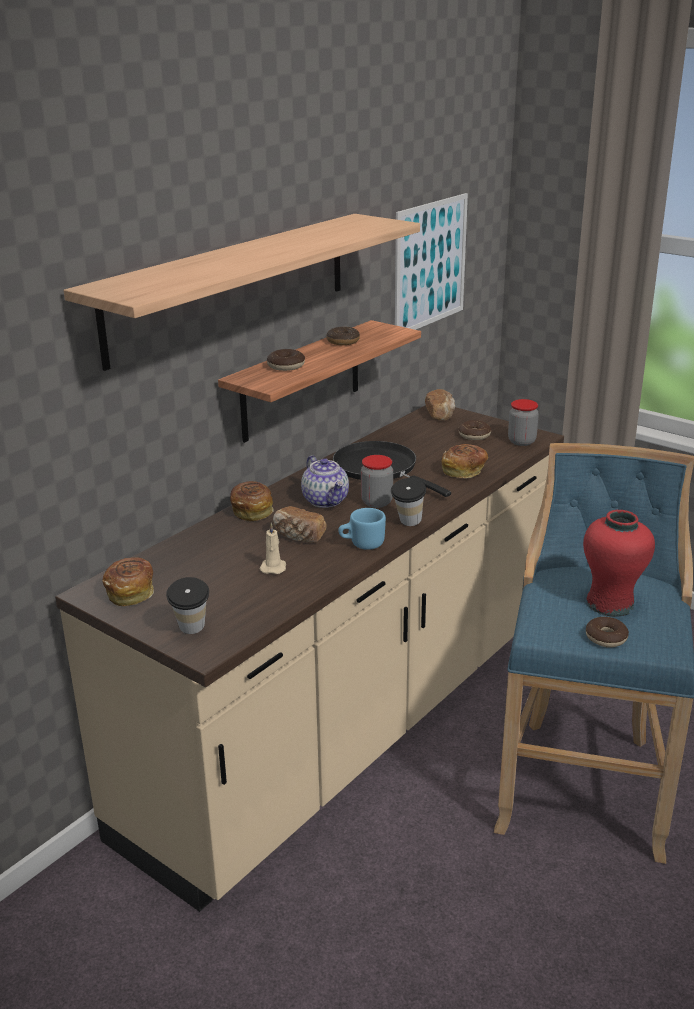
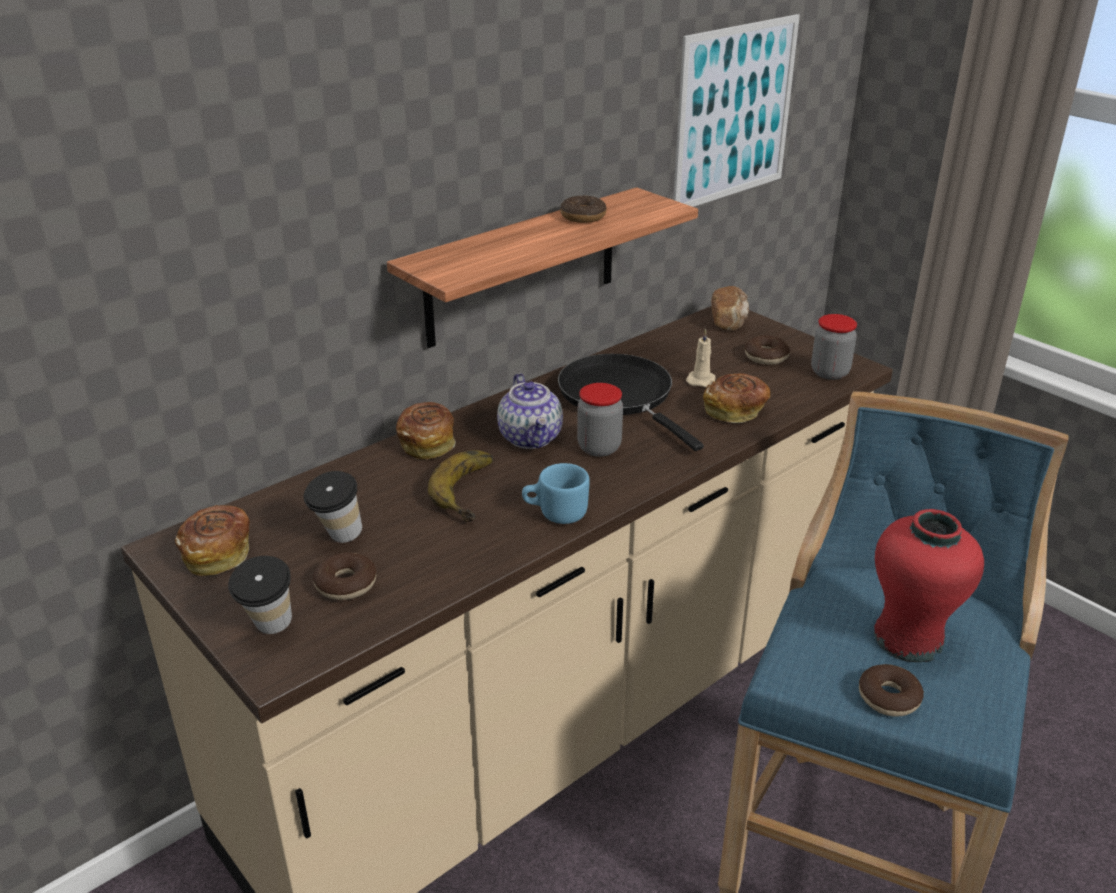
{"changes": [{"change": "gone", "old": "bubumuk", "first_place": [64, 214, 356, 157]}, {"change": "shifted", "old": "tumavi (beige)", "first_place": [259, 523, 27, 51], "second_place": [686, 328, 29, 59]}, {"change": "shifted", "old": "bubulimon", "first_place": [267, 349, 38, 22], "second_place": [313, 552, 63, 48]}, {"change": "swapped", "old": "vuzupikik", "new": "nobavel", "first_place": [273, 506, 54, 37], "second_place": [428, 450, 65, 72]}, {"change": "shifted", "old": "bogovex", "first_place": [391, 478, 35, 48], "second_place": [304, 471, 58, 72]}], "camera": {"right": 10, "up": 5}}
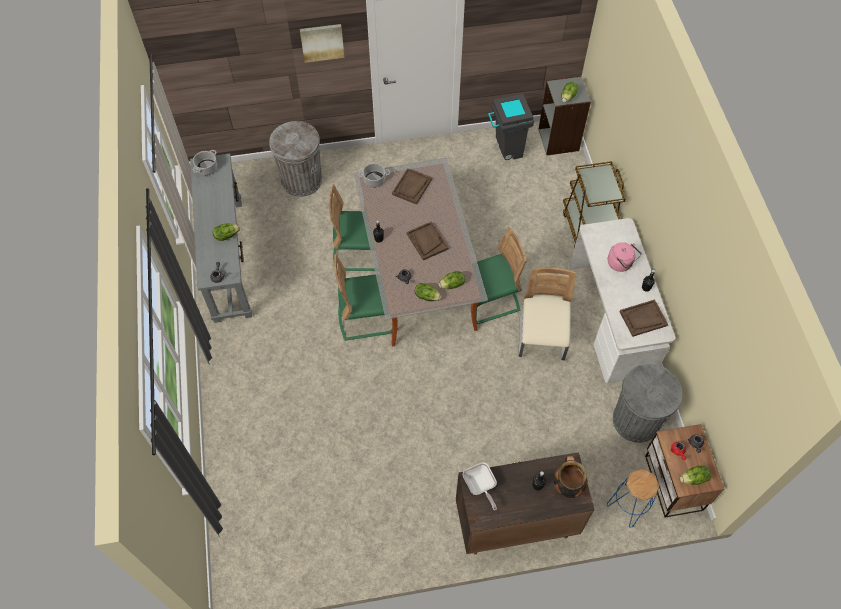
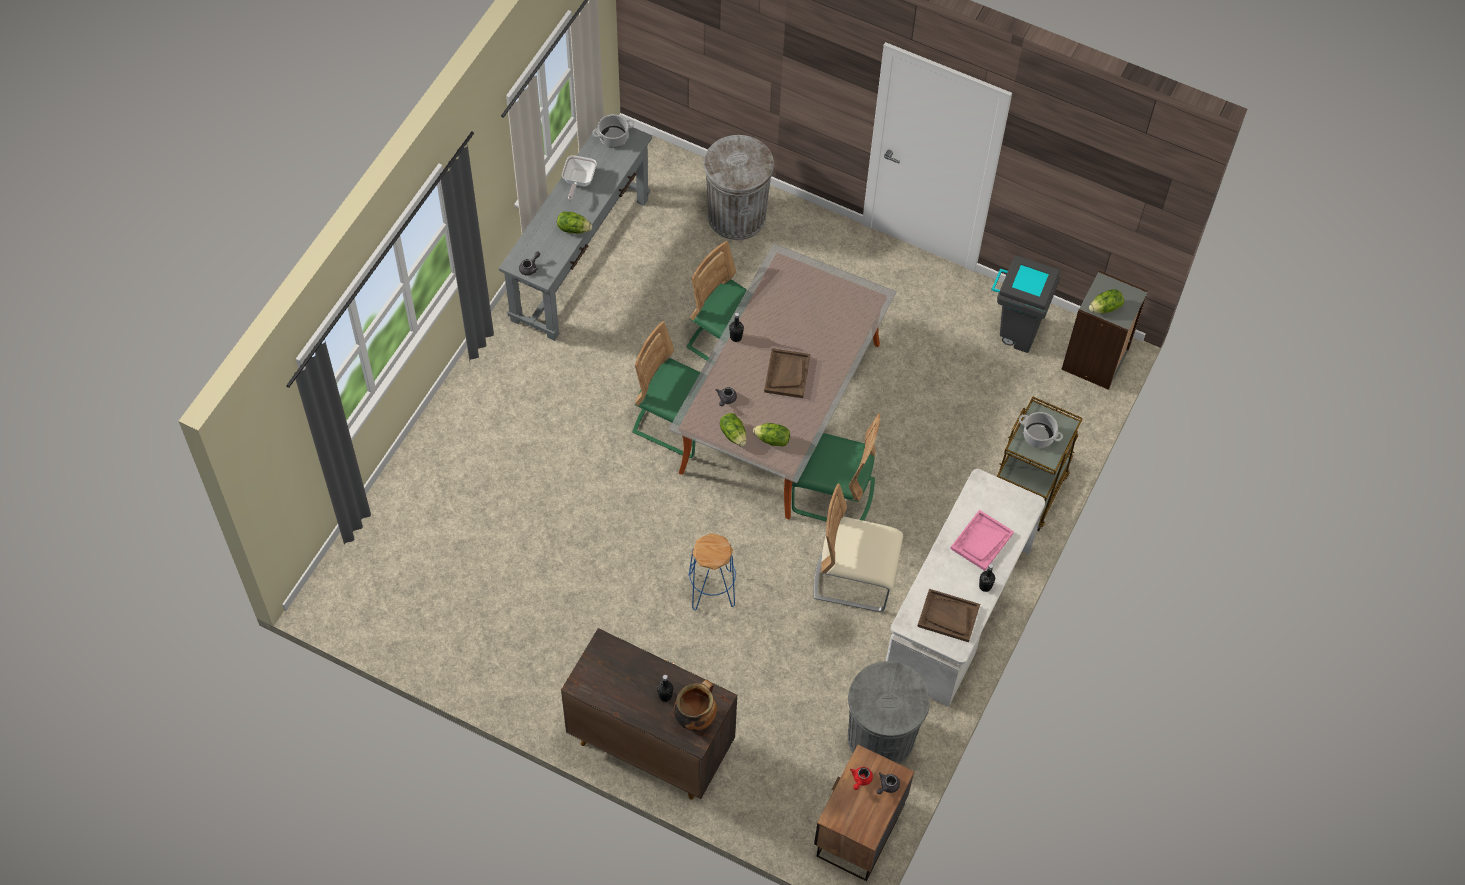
{"changes": [{"change": "gone", "old": "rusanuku", "first_place": [300, 24, 45, 39]}, {"change": "shifted", "old": "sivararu", "first_place": [358, 163, 32, 24], "second_place": [1019, 412, 44, 36]}, {"change": "gone", "old": "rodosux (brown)", "first_place": [392, 168, 40, 37]}, {"change": "shifted", "old": "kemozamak", "first_place": [463, 462, 34, 49], "second_place": [562, 155, 35, 46]}, {"change": "rotated", "old": "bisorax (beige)", "first_place": [519, 268, 57, 92], "second_place": [814, 484, 89, 128], "degrees": -120}, {"change": "shifted", "old": "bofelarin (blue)", "first_place": [607, 469, 52, 59], "second_place": [689, 533, 47, 77]}, {"change": "swapped", "old": "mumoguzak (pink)", "new": "rodosux (pink)", "first_place": [608, 242, 34, 30], "second_place": [950, 510, 64, 61]}, {"change": "gone", "old": "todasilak", "first_place": [680, 466, 31, 19]}], "camera": {"right": 35, "up": 0}}
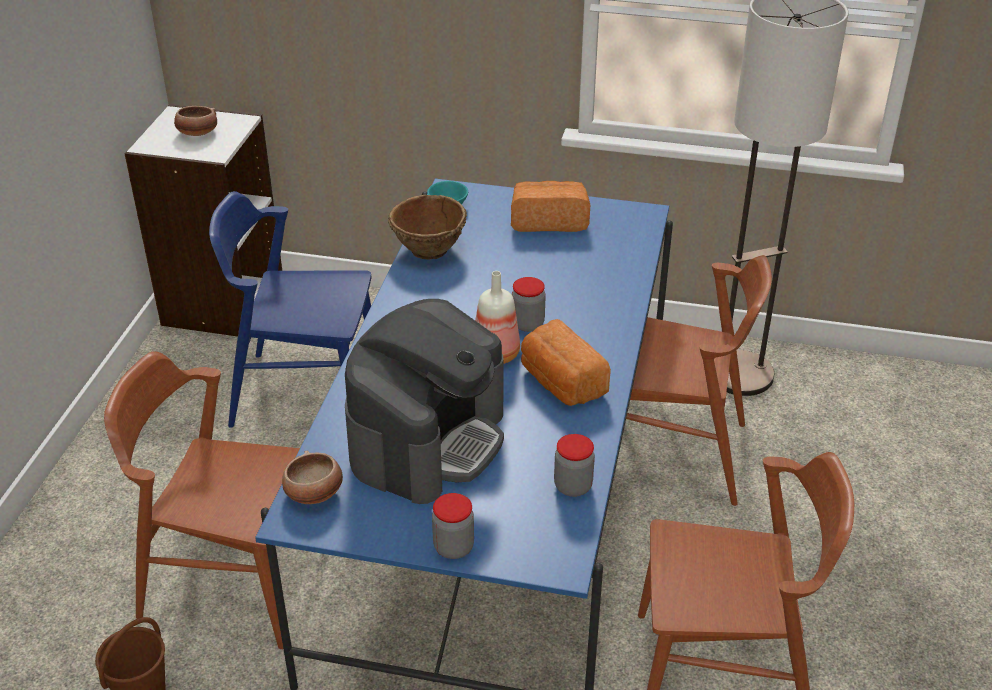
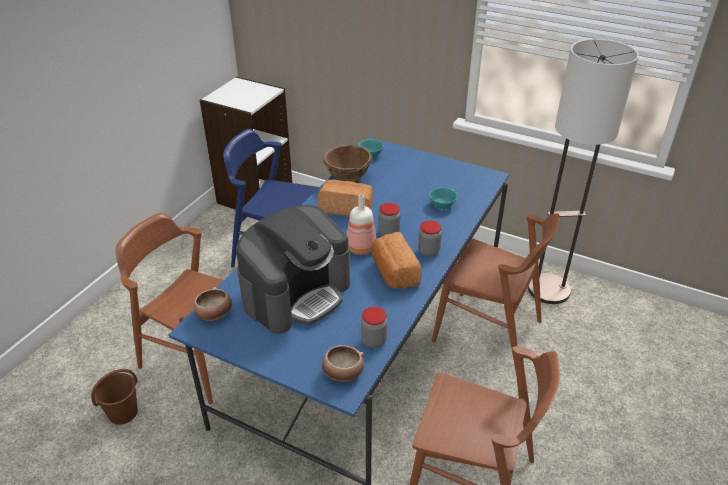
{"changes": [{"change": "shifted", "old": "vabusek", "first_place": [174, 106, 43, 30], "second_place": [322, 345, 42, 36]}, {"change": "shifted", "old": "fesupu", "first_place": [432, 493, 42, 66], "second_place": [418, 221, 24, 36]}, {"change": "shifted", "old": "vuzupikik", "first_place": [511, 181, 79, 51], "second_place": [317, 179, 56, 37]}, {"change": "new", "new": "bogovex (turquoise)", "second_place": [429, 187, 29, 23]}], "camera": {"right": 15, "up": 0}}
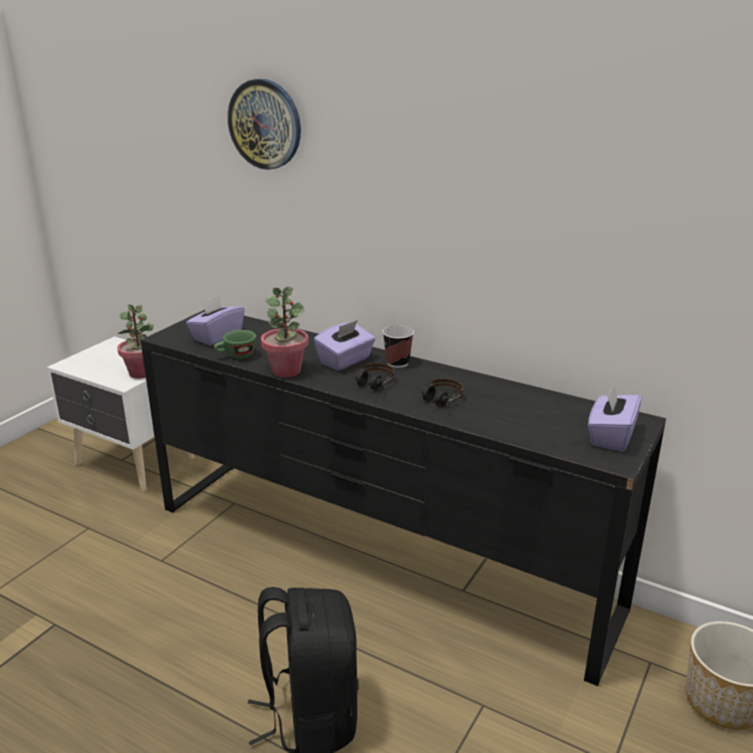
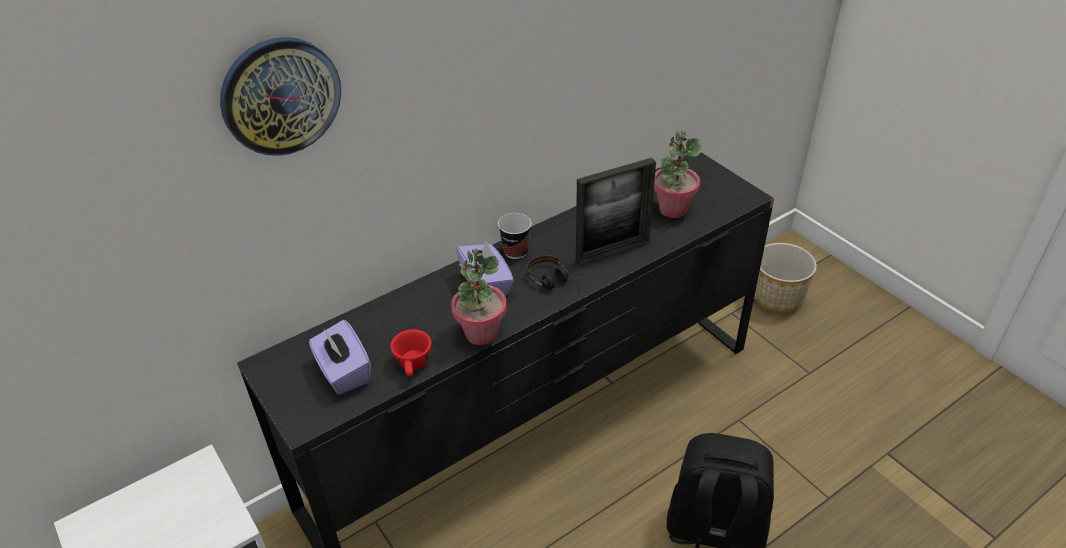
{"changes": [{"change": "shifted", "old": "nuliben", "first_place": [117, 305, 37, 74], "second_place": [654, 130, 48, 88]}, {"change": "repainted", "old": "bogovex (green)", "new": "bogovex (red)", "first_place": [214, 330, 42, 29], "second_place": [390, 329, 42, 47]}, {"change": "swapped", "old": "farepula", "new": "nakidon", "first_place": [422, 378, 42, 29], "second_place": [576, 158, 80, 108]}, {"change": "gone", "old": "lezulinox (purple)", "first_place": [588, 384, 53, 68]}], "camera": {"right": -65, "up": 15}}
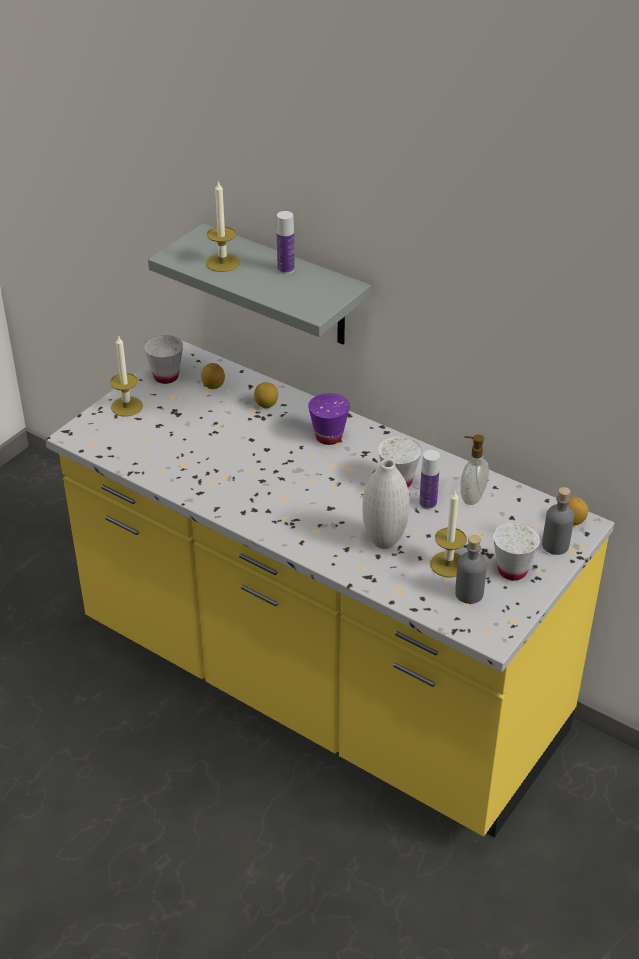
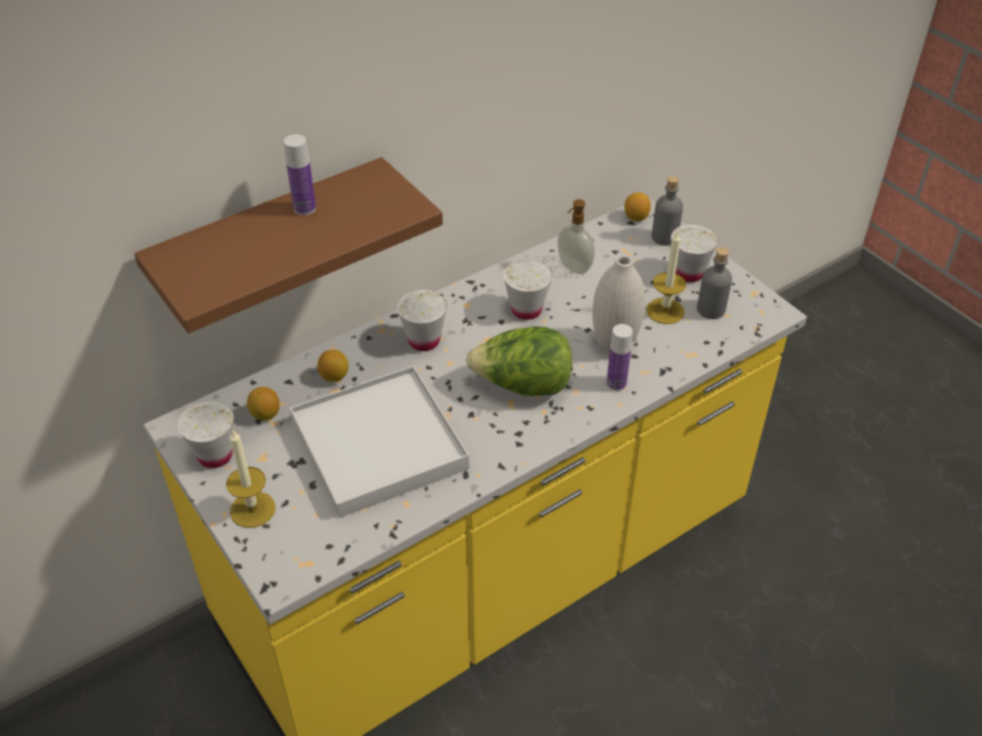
{"changes": [{"change": "repainted", "old": "bubumuk (grey)", "new": "bubumuk (brown)", "first_place": [148, 223, 223, 121], "second_place": [134, 157, 309, 176]}, {"change": "gone", "old": "tumavi", "first_place": [206, 180, 34, 92]}, {"change": "repainted", "old": "bogovex (purple)", "new": "bogovex (white)", "first_place": [308, 393, 42, 52], "second_place": [397, 290, 50, 61]}, {"change": "shifted", "old": "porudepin", "first_place": [419, 450, 21, 60], "second_place": [607, 324, 26, 67]}, {"change": "new", "new": "rodosux (white)", "second_place": [290, 365, 179, 153]}, {"change": "new", "new": "todasilak", "second_place": [466, 326, 106, 70]}], "camera": {"right": -70, "up": 5}}
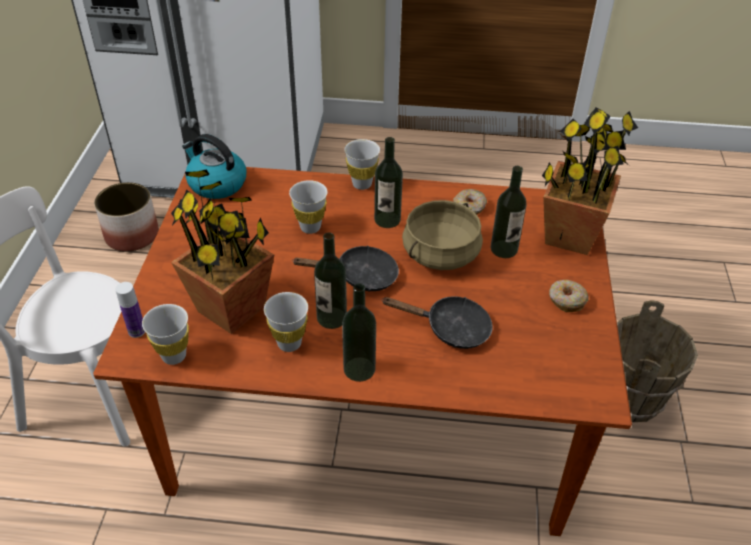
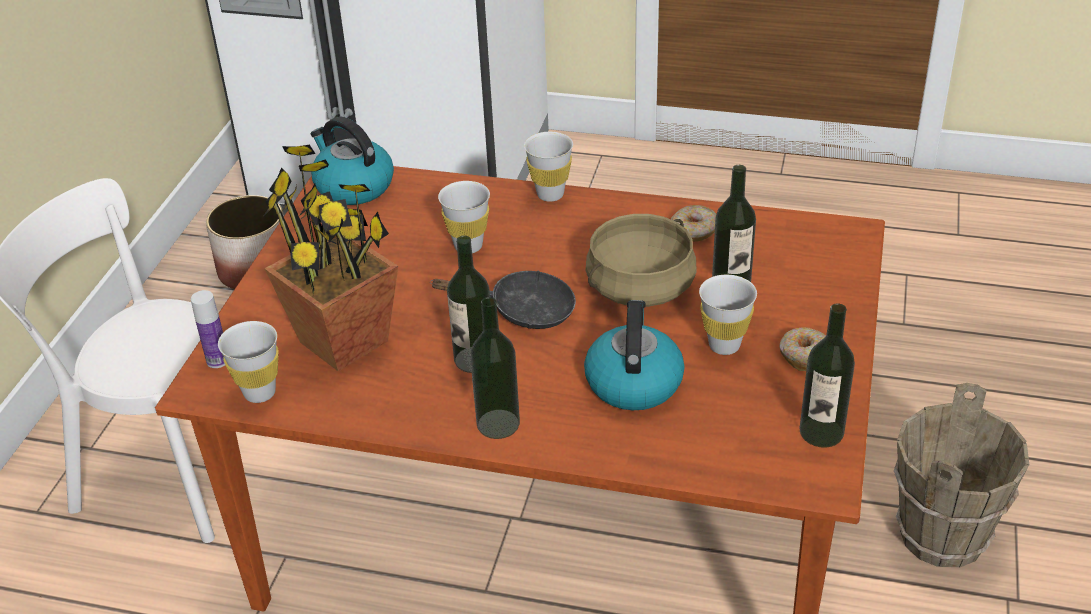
{"changes": [{"change": "shifted", "old": "bogovex (white)", "first_place": [264, 292, 44, 60], "second_place": [699, 275, 58, 80]}, {"change": "shifted", "old": "porudepin", "first_place": [374, 137, 29, 91], "second_place": [800, 303, 55, 145]}, {"change": "swapped", "old": "kemozamak (black)", "new": "mumoguzak", "first_place": [381, 296, 112, 53], "second_place": [584, 300, 101, 110]}, {"change": "gone", "old": "nuliben", "first_place": [542, 108, 96, 147]}], "camera": {"right": 10, "up": -5}}
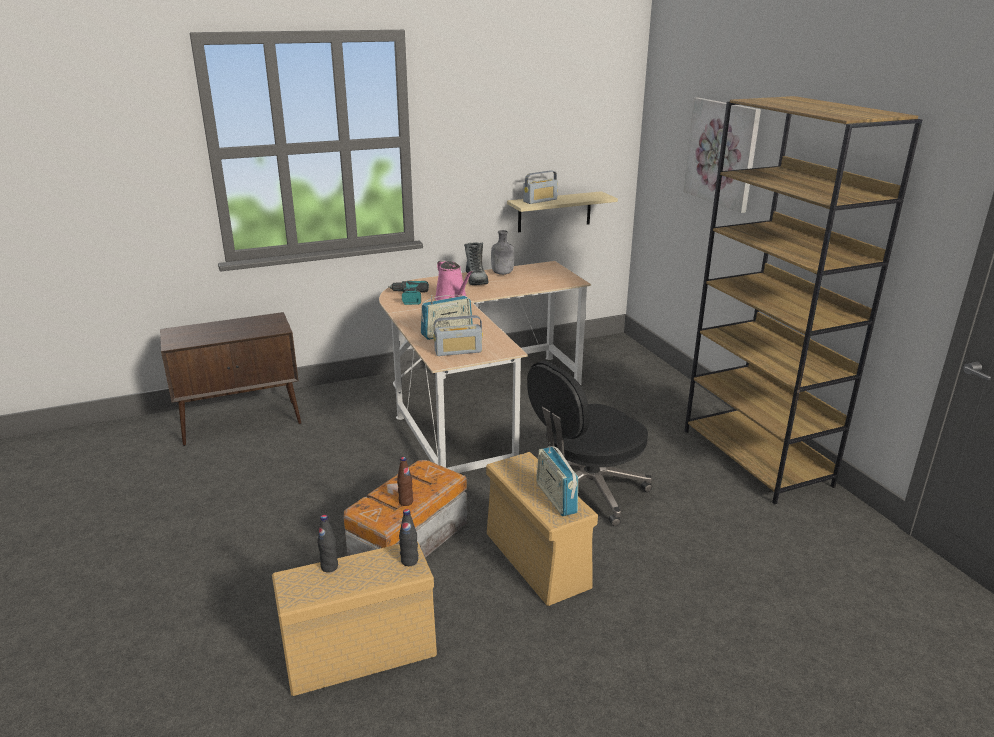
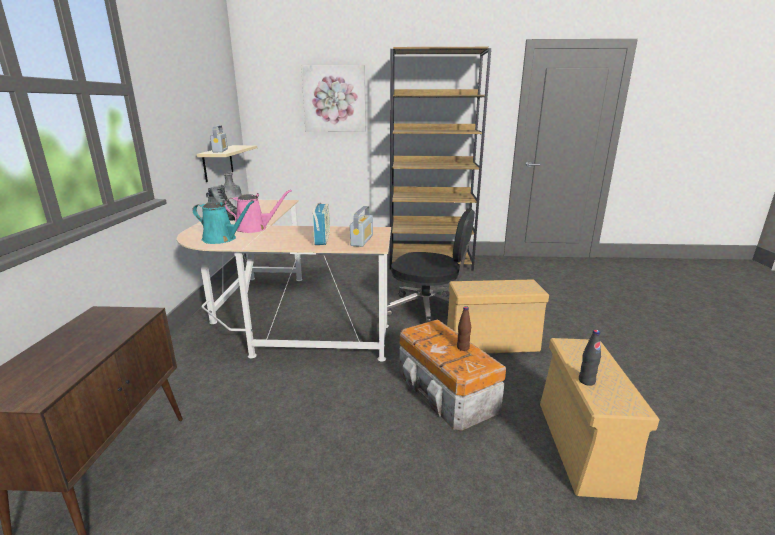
{"changes": [{"change": "swapped", "old": "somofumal", "new": "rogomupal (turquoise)", "first_place": [388, 281, 41, 24], "second_place": [193, 201, 61, 43]}, {"change": "gone", "old": "porudepin (black)", "first_place": [399, 509, 19, 57]}, {"change": "rotated", "old": "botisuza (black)", "first_place": [527, 361, 125, 166], "second_place": [387, 208, 88, 114], "degrees": -60}, {"change": "gone", "old": "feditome", "first_place": [536, 442, 42, 74]}], "camera": {"right": -65, "up": -5}}
